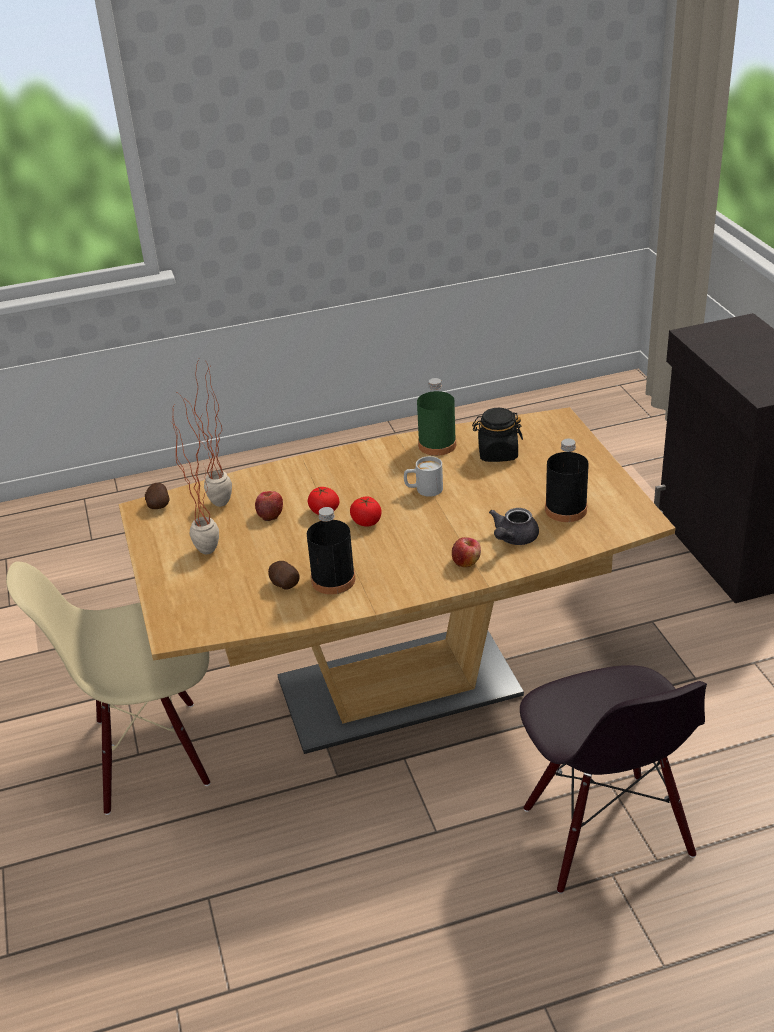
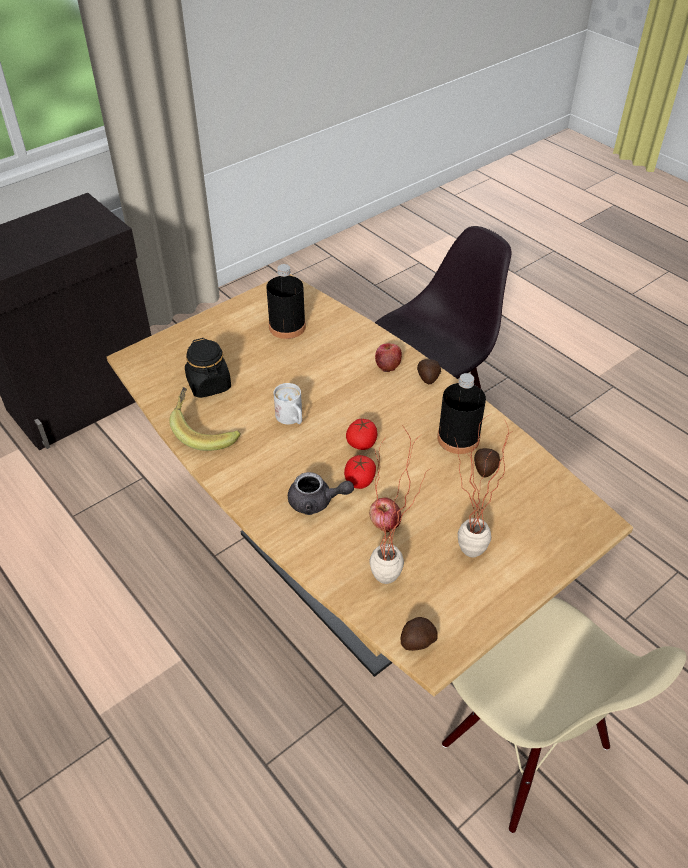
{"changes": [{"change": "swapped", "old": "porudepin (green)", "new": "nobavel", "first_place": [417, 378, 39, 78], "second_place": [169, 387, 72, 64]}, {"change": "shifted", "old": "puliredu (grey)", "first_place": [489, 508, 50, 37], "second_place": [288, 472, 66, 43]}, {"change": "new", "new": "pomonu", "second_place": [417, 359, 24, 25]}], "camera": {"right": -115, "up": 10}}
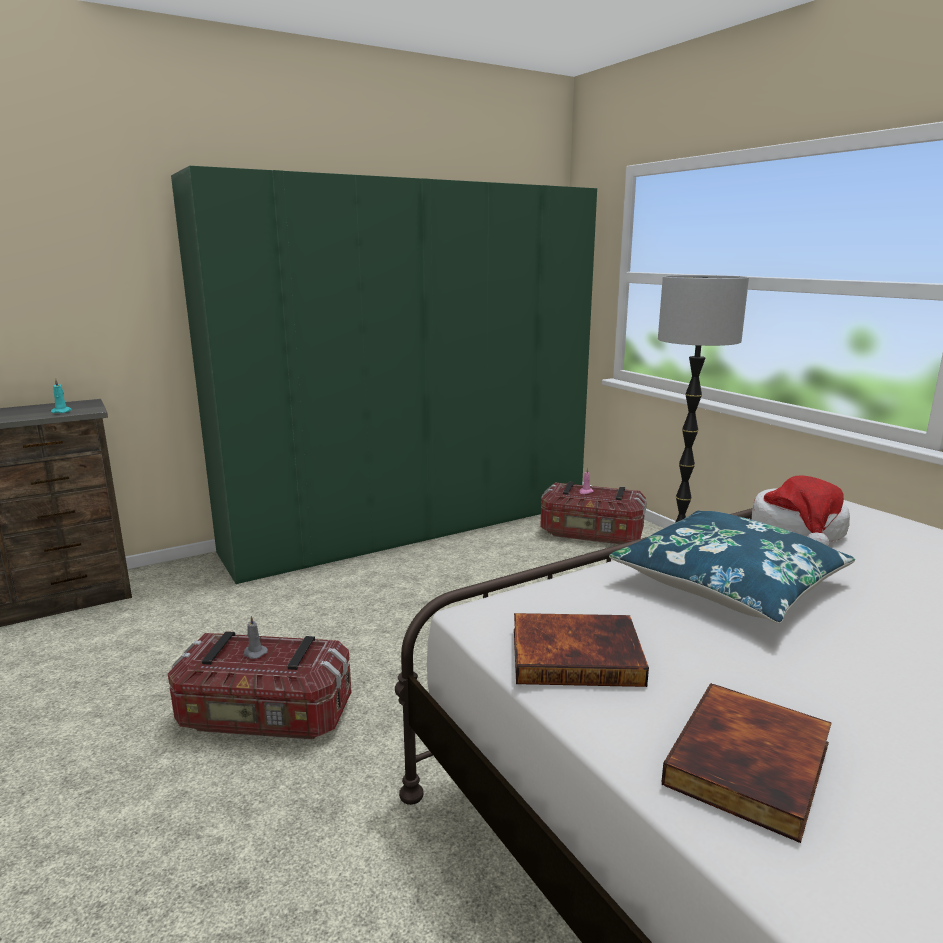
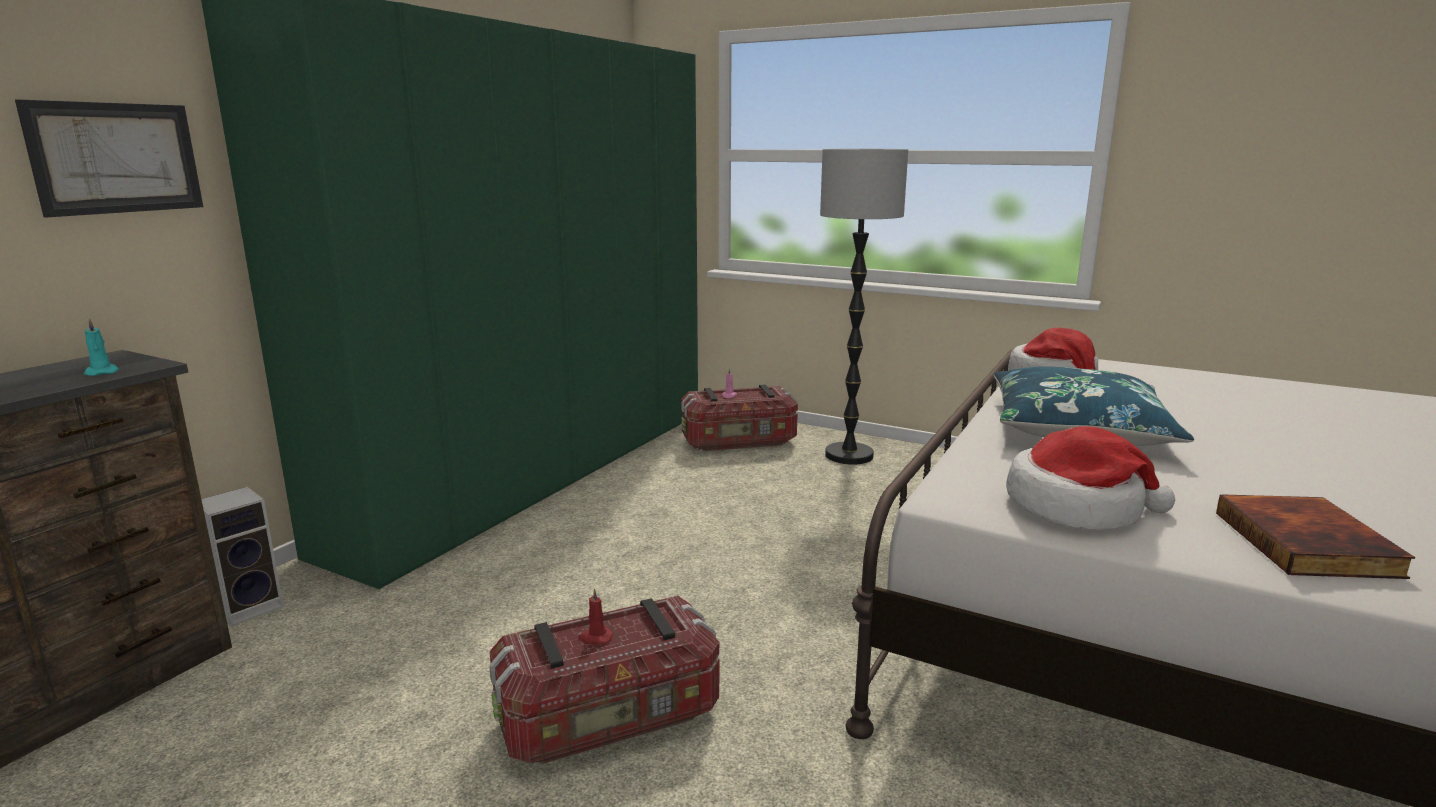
{"changes": [{"change": "repainted", "old": "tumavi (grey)", "new": "tumavi (red)", "first_place": [243, 616, 25, 43], "second_place": [578, 589, 35, 55]}, {"change": "swapped", "old": "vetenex", "new": "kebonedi", "first_place": [514, 613, 135, 74], "second_place": [1006, 426, 169, 104]}, {"change": "new", "new": "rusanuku", "second_place": [15, 99, 188, 118]}, {"change": "new", "new": "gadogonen", "second_place": [201, 487, 83, 140]}], "camera": {"right": -30, "up": 0}}
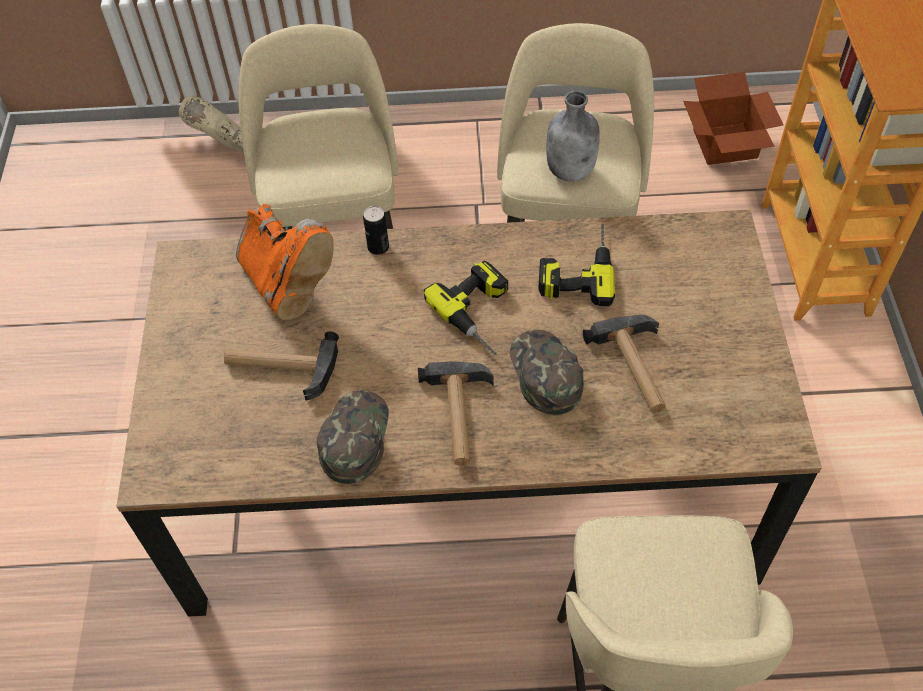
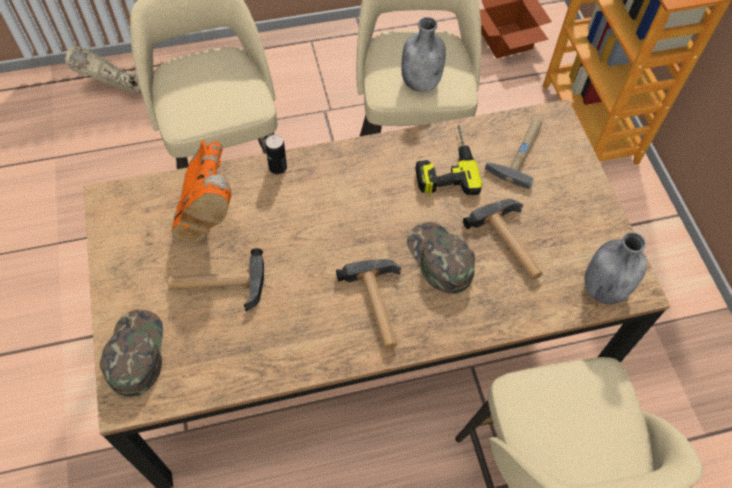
{"changes": [{"change": "rotated", "old": "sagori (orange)", "first_place": [236, 204, 97, 116], "second_place": [172, 140, 59, 103], "degrees": 45}, {"change": "shifted", "old": "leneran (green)", "first_place": [316, 390, 73, 94], "second_place": [100, 310, 63, 87]}, {"change": "gone", "old": "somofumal", "first_place": [424, 261, 84, 94]}, {"change": "new", "new": "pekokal", "second_place": [485, 118, 57, 71]}, {"change": "new", "new": "porudepin (grey)", "second_place": [584, 232, 63, 72]}], "camera": {"right": -15, "up": 5}}
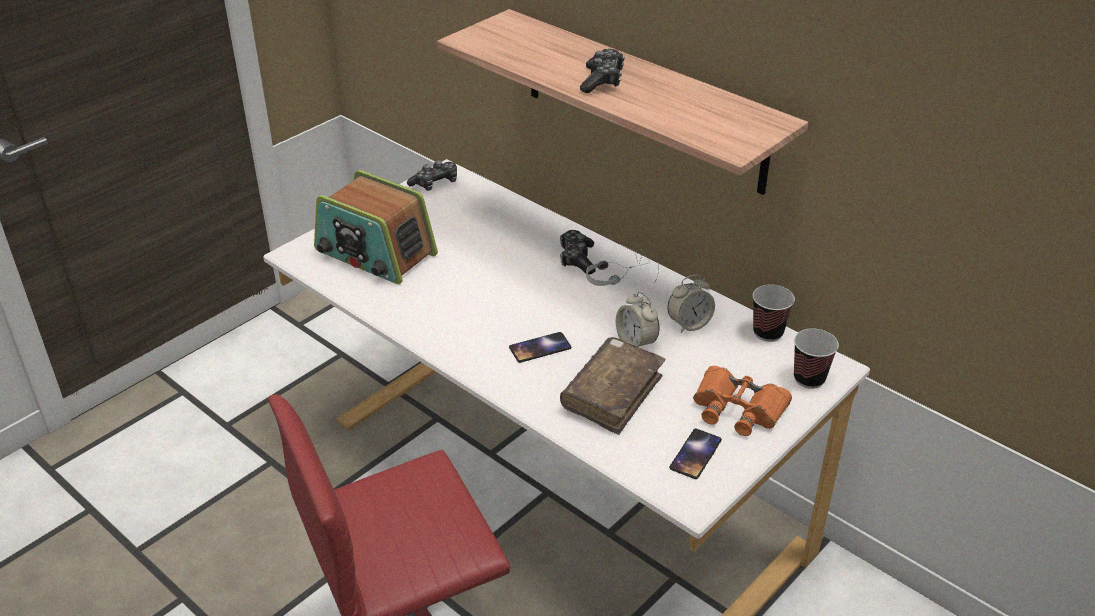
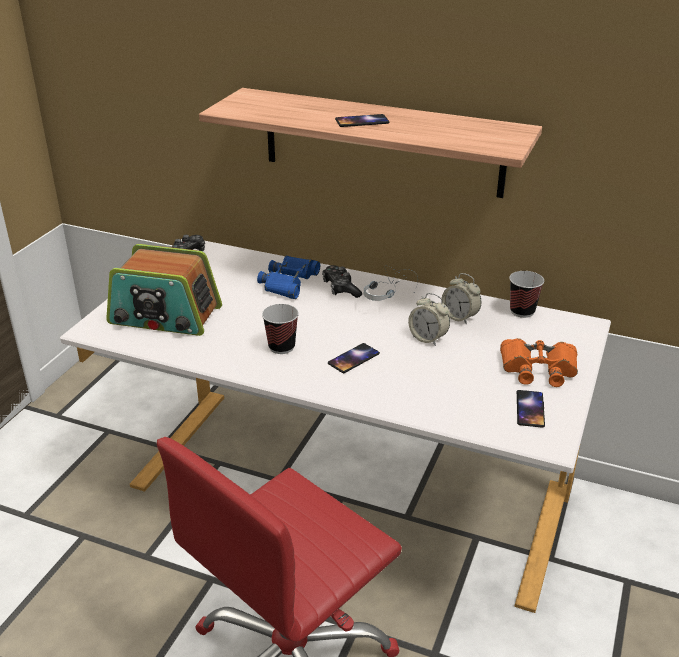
{"changes": [{"change": "gone", "old": "vetenex (brown)", "first_place": [560, 337, 106, 98]}, {"change": "swapped", "old": "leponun", "new": "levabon", "first_place": [580, 49, 45, 44], "second_place": [335, 114, 54, 13]}, {"change": "rotated", "old": "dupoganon", "first_place": [667, 275, 48, 58], "second_place": [442, 273, 39, 52], "degrees": 90}, {"change": "shifted", "old": "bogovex", "first_place": [794, 329, 45, 60], "second_place": [262, 304, 37, 50]}, {"change": "new", "new": "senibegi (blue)", "second_place": [257, 256, 63, 43]}], "camera": {"right": -20, "up": -5}}
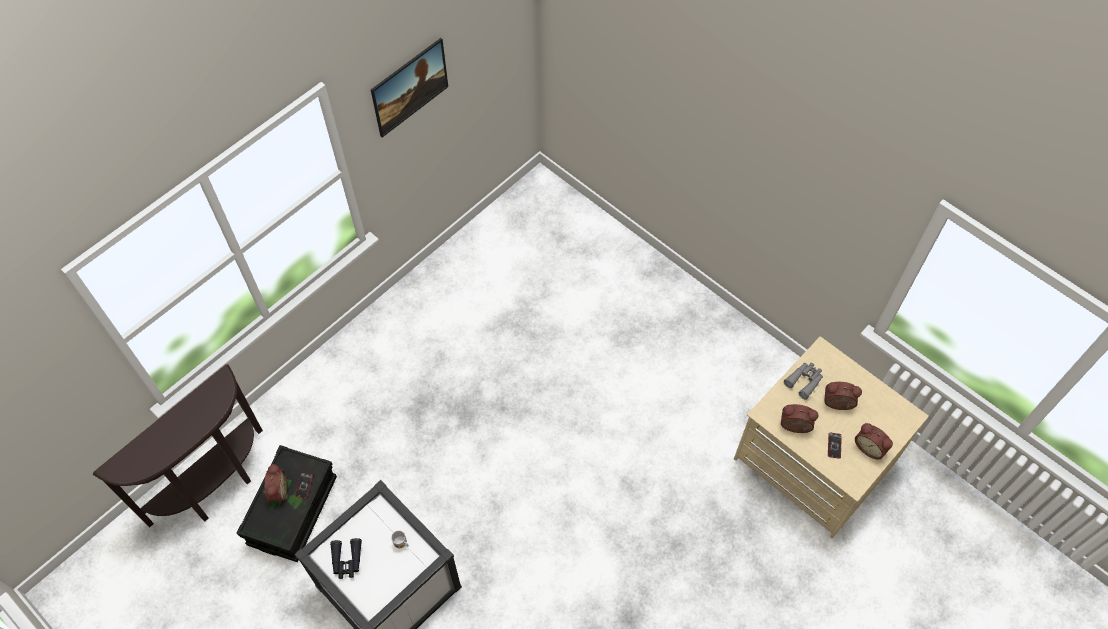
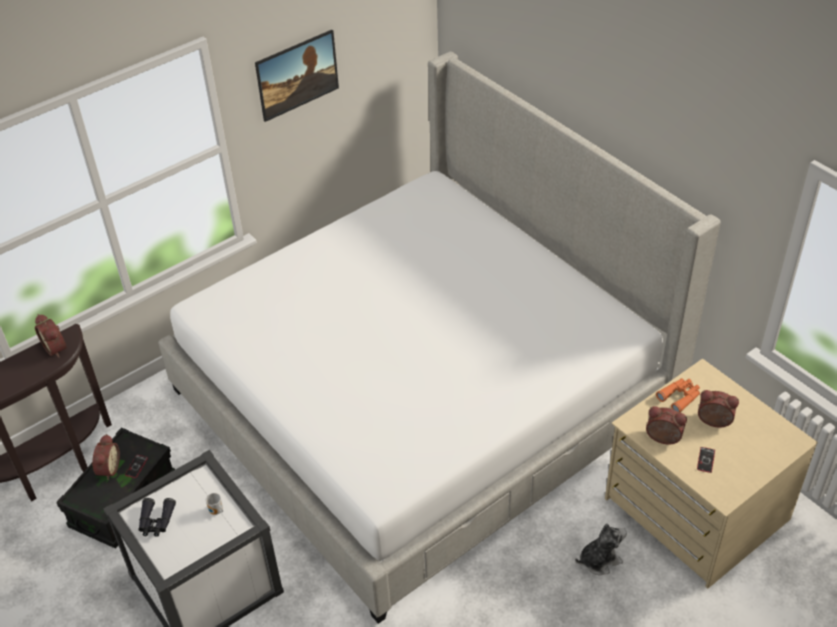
{"changes": [{"change": "repainted", "old": "senibegi (grey)", "new": "senibegi (orange)", "first_place": [784, 362, 39, 38], "second_place": [656, 378, 44, 35]}, {"change": "shifted", "old": "dupoganon", "first_place": [855, 423, 38, 37], "second_place": [35, 314, 32, 44]}, {"change": "new", "new": "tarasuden", "second_place": [158, 51, 563, 573]}, {"change": "new", "new": "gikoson", "second_place": [575, 523, 52, 52]}], "camera": {"right": 10, "up": -15}}
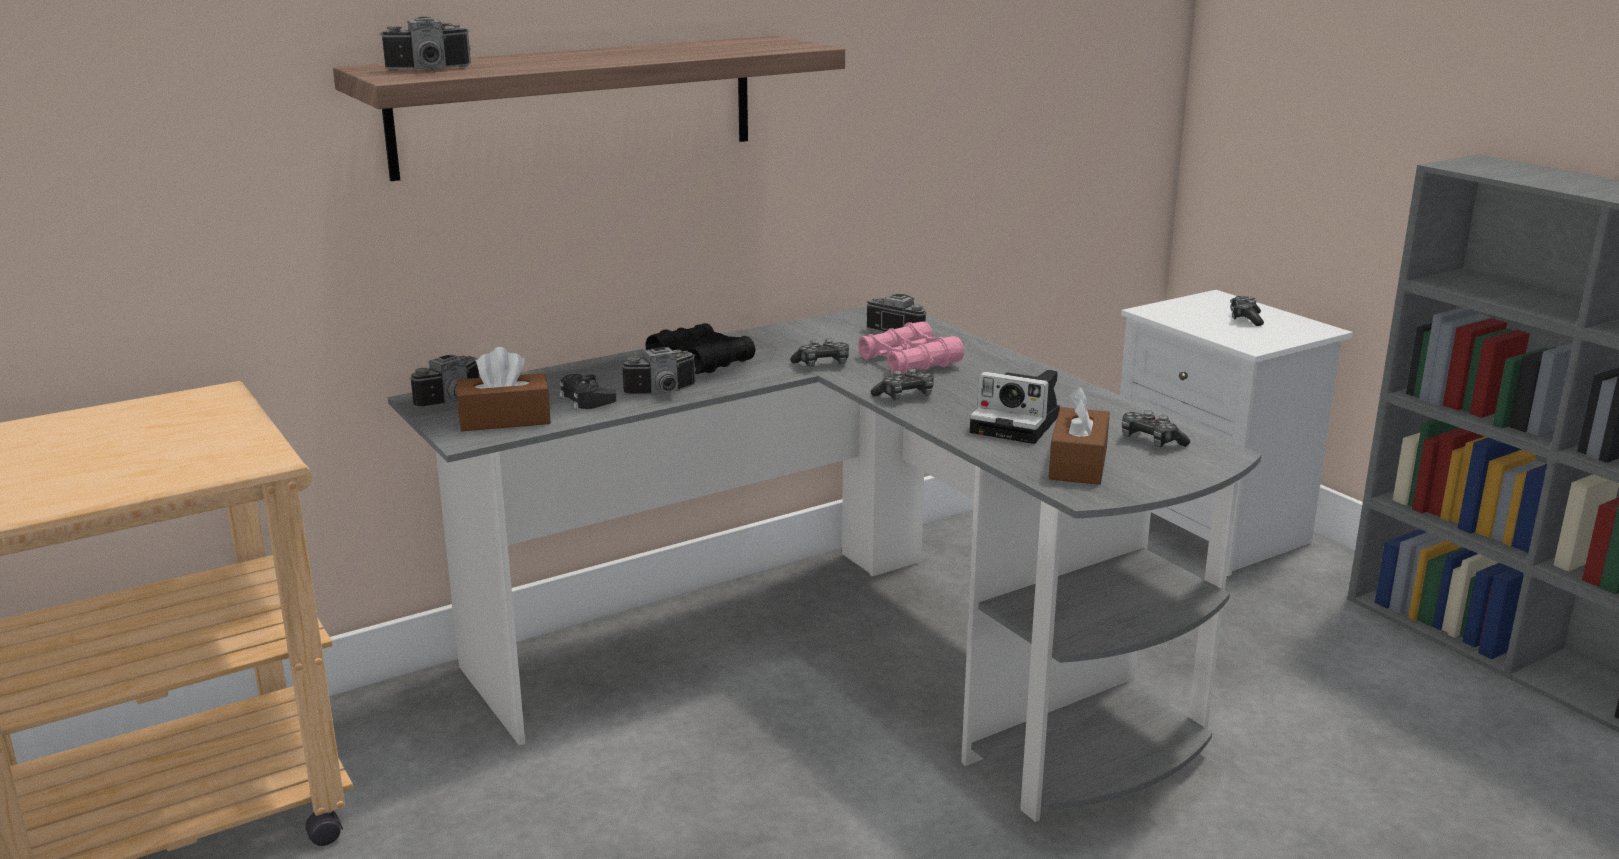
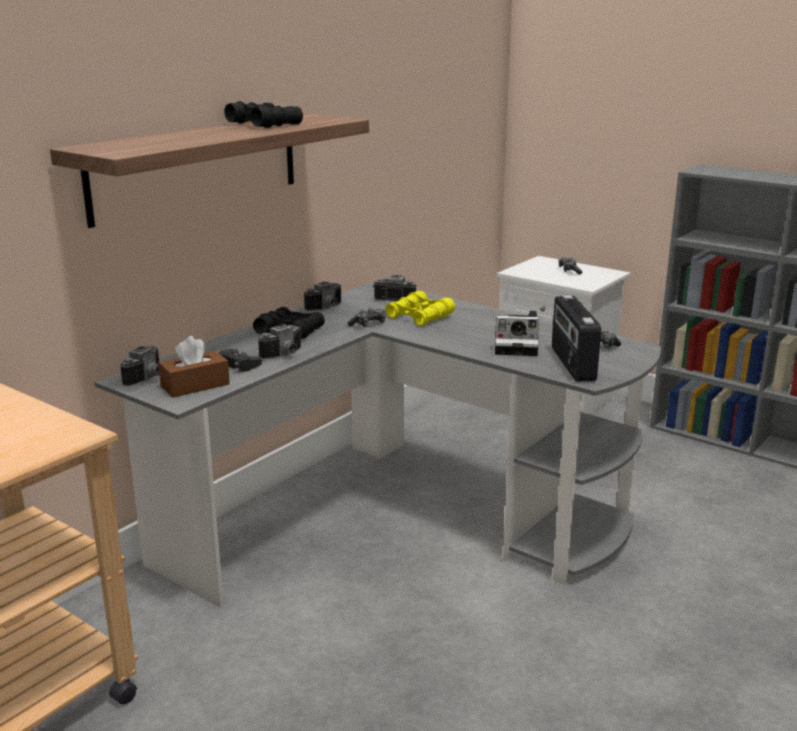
{"changes": [{"change": "shifted", "old": "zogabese", "first_place": [380, 17, 91, 54], "second_place": [304, 282, 37, 29]}, {"change": "repainted", "old": "senibegi (pink)", "new": "senibegi (yellow)", "first_place": [858, 321, 106, 53], "second_place": [385, 291, 70, 35]}, {"change": "gone", "old": "leponun", "first_place": [871, 368, 63, 32]}, {"change": "swapped", "old": "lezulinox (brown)", "new": "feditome", "first_place": [1048, 387, 62, 98], "second_place": [552, 295, 49, 87]}, {"change": "new", "new": "senibegi (black)", "second_place": [224, 101, 79, 27]}], "camera": {"right": -20, "up": 0}}
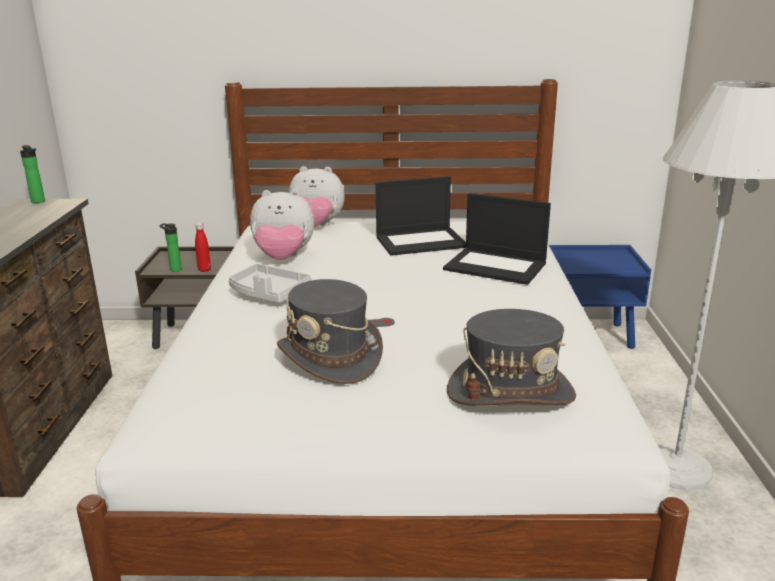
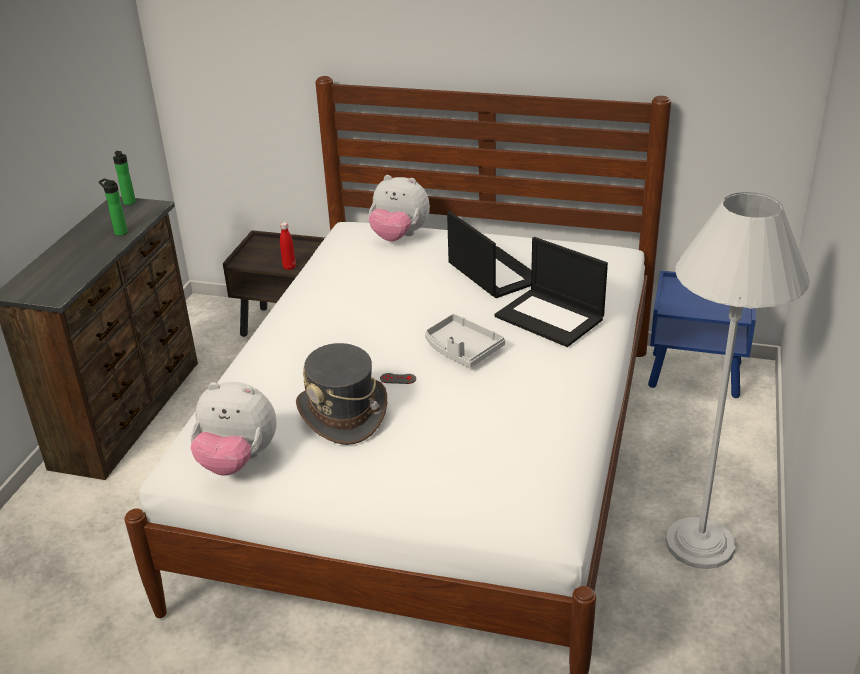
{"changes": [{"change": "shifted", "old": "porudepin", "first_place": [159, 223, 23, 49], "second_place": [99, 178, 29, 58]}, {"change": "shifted", "old": "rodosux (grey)", "first_place": [229, 264, 83, 39], "second_place": [425, 314, 80, 54]}, {"change": "shifted", "old": "gikoson", "first_place": [250, 190, 64, 70], "second_place": [190, 382, 87, 94]}, {"change": "rotated", "old": "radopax", "first_place": [375, 176, 91, 80], "second_place": [447, 211, 84, 87], "degrees": -120}, {"change": "gone", "old": "kebonedi (grey)", "first_place": [447, 309, 129, 97]}], "camera": {"right": 15, "up": 10}}
